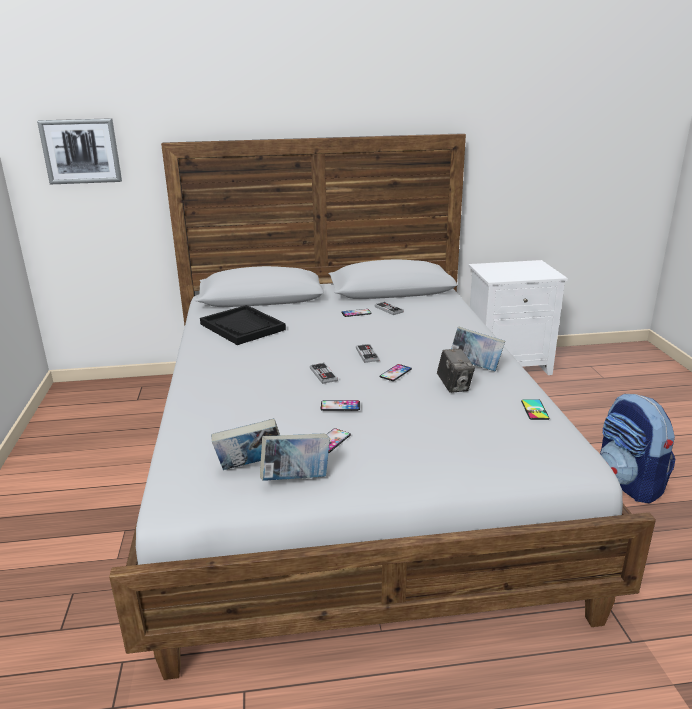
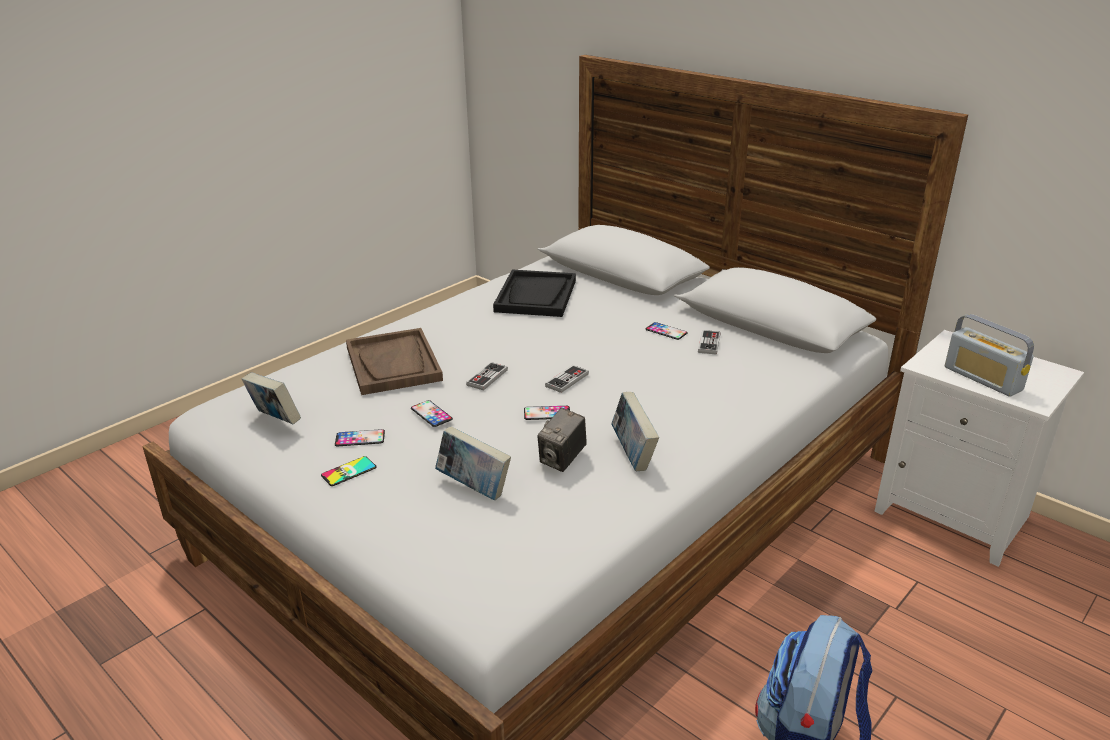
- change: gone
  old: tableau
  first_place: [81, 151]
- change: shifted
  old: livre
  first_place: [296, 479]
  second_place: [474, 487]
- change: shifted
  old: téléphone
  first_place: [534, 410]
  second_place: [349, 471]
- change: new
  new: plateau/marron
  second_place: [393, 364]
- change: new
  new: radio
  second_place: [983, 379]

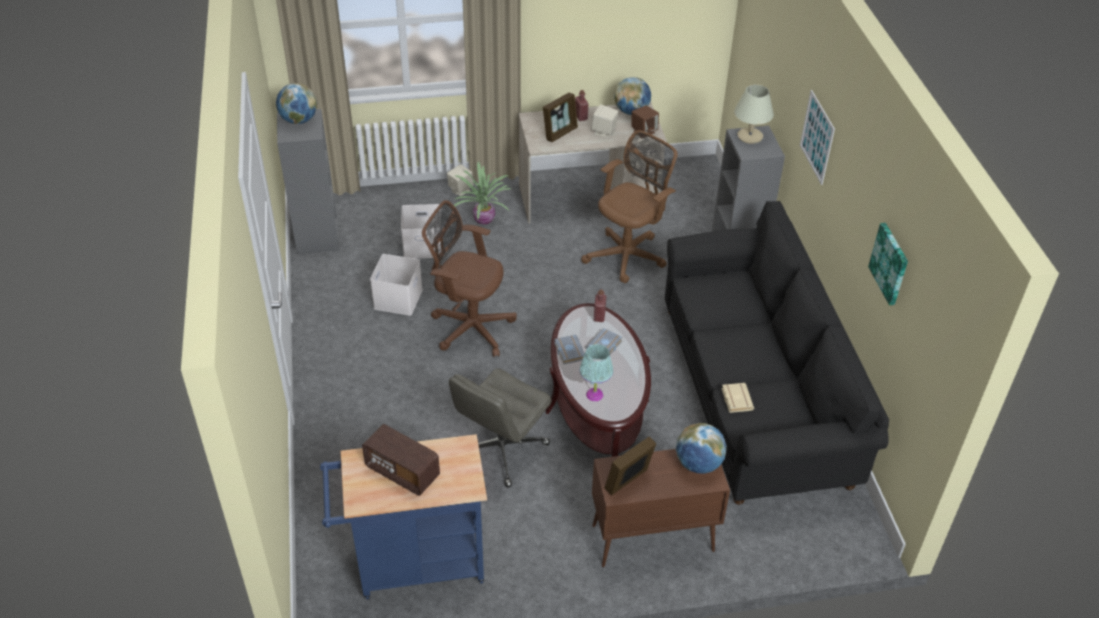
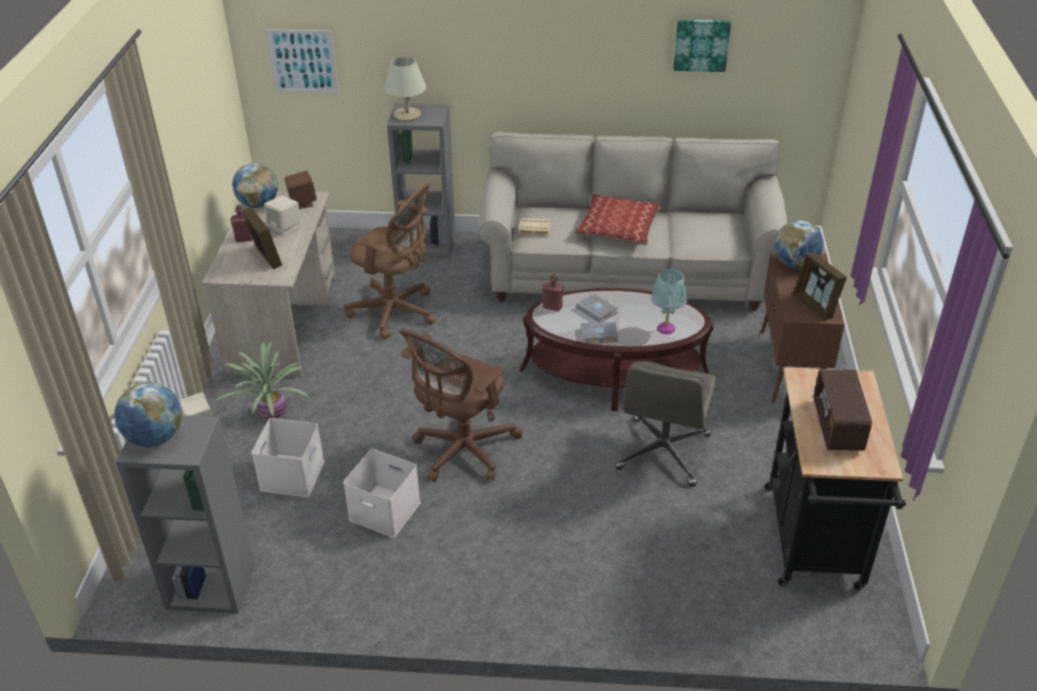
- change: repainted
  old: chariot/bleu
  new: chariot/noir
  first_place: [412, 564]
  second_place: [814, 545]
- change: rotated
  old: radio
  first_place: [402, 472]
  second_place: [837, 426]
  degrees: 135
- change: rotated
  old: chaise de bureau/gris
  first_place: [501, 451]
  second_place: [663, 453]
  degrees: 60
- change: rotated
  old: chaise de bureau/marron
  first_place: [628, 255]
  second_place: [396, 312]
  degrees: 150
- change: repainted
  old: canapé/noir
  new: canapé/beige
  first_place: [754, 396]
  second_place: [627, 274]
- change: shifted
  old: livre/beige
  first_place: [735, 399]
  second_place: [533, 230]
- change: shifted
  old: tableau
  first_place: [817, 137]
  second_place: [303, 61]
- change: new
  new: coussin
  second_place: [618, 228]

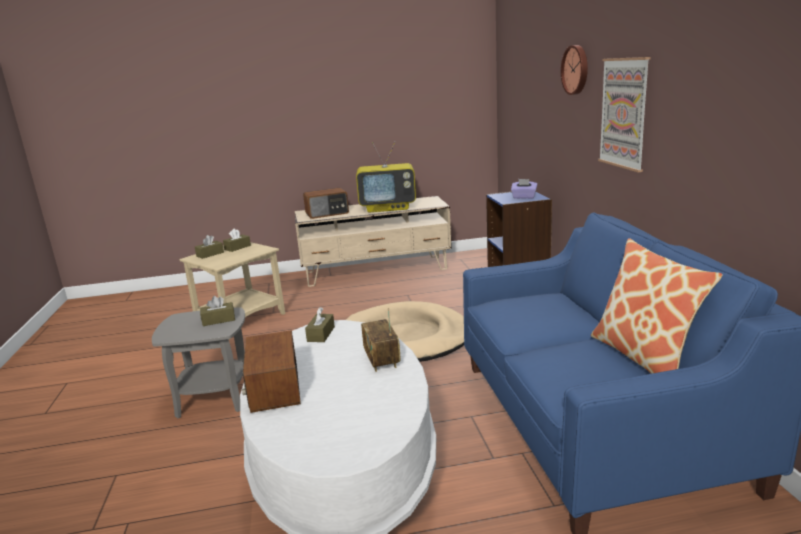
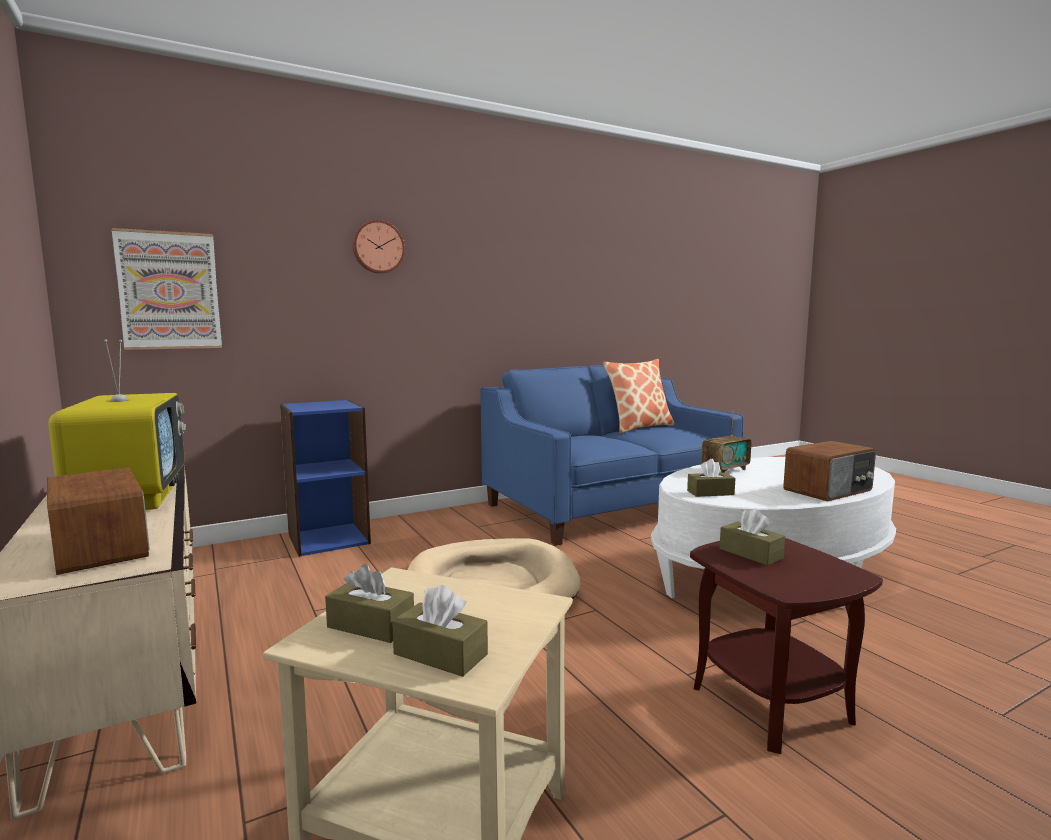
- change: repainted
  old: table d'appoint/gris
  new: table d'appoint/marron
  first_place: [214, 398]
  second_place: [771, 703]
- change: gone
  old: boîte à mouchoirs/violet
  first_place: [524, 197]
- change: shifted
  old: tableau
  first_place: [624, 113]
  second_place: [169, 291]

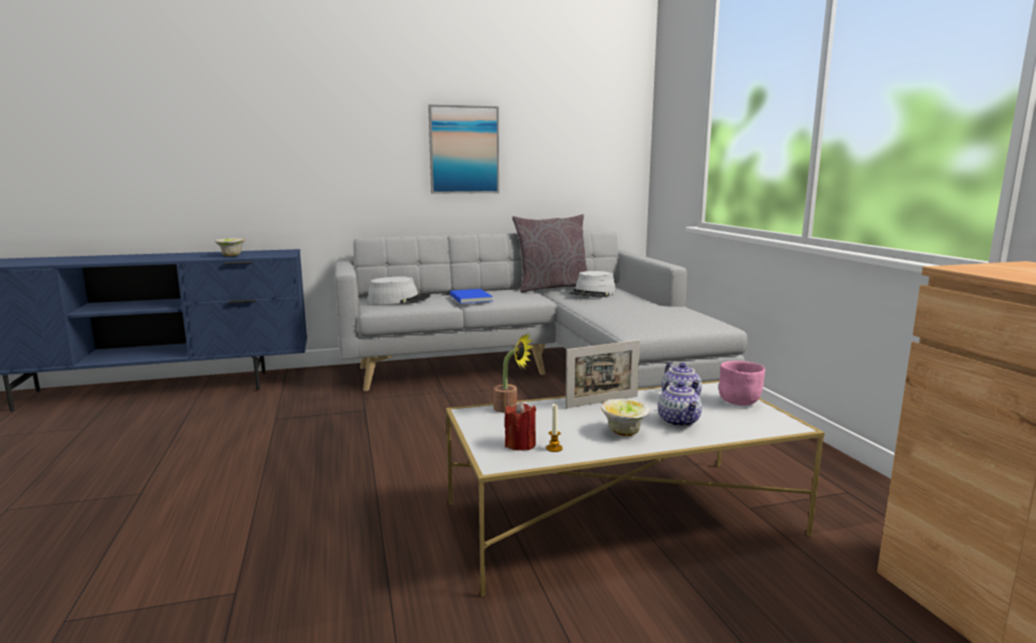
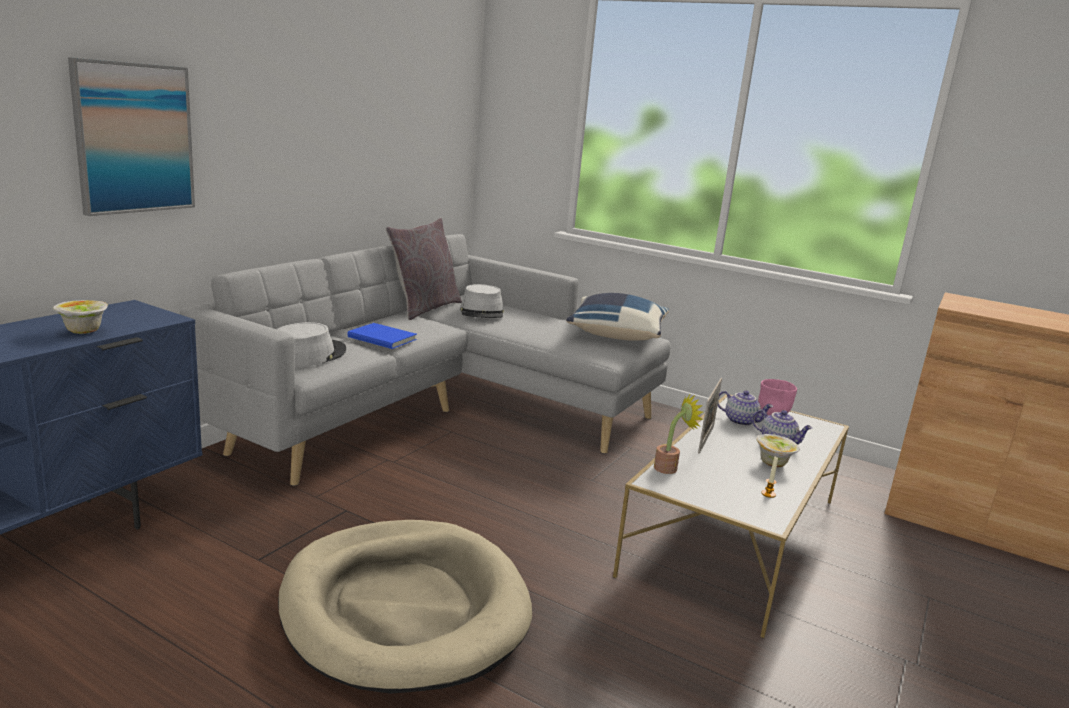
- change: shifted
  old: tableau
  first_place: [464, 150]
  second_place: [134, 138]
- change: gone
  old: bougie/rouge
  first_place: [520, 444]
- change: new
  new: panier pour chien/beige
  second_place: [404, 608]
- change: new
  new: coussin/bleu
  second_place: [616, 335]

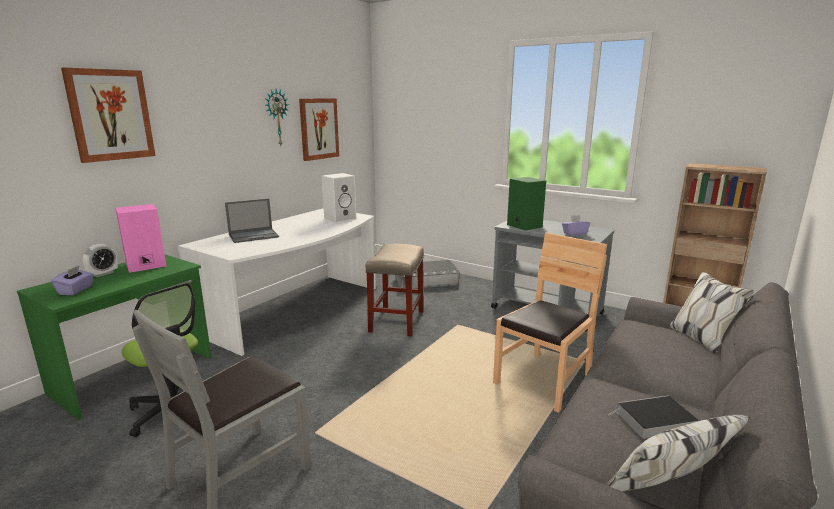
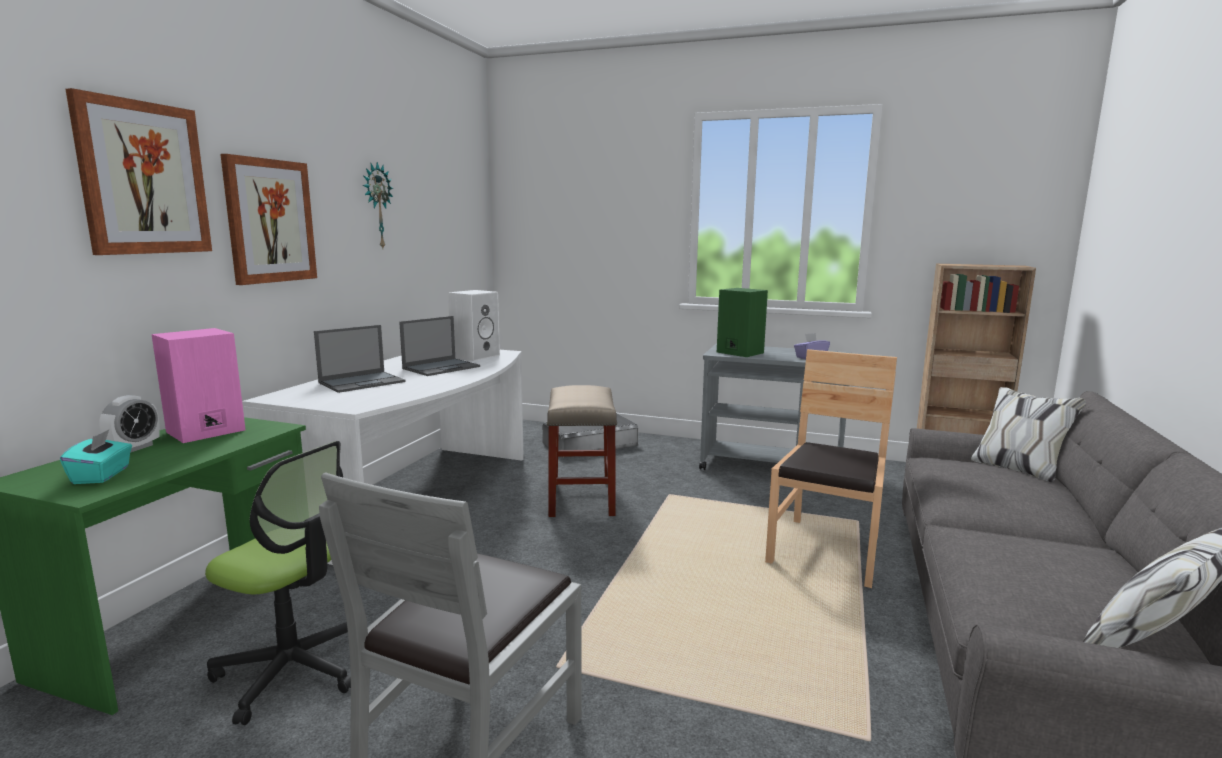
- change: repainted
  old: boîte à mouchoirs/violet
  new: boîte à mouchoirs/turquoise
  first_place: [76, 290]
  second_place: [102, 475]
- change: shifted
  old: tableau
  first_place: [319, 129]
  second_place: [270, 221]
- change: gone
  old: livre
  first_place: [653, 421]
- change: new
  new: ordinateur portable
  second_place: [442, 367]

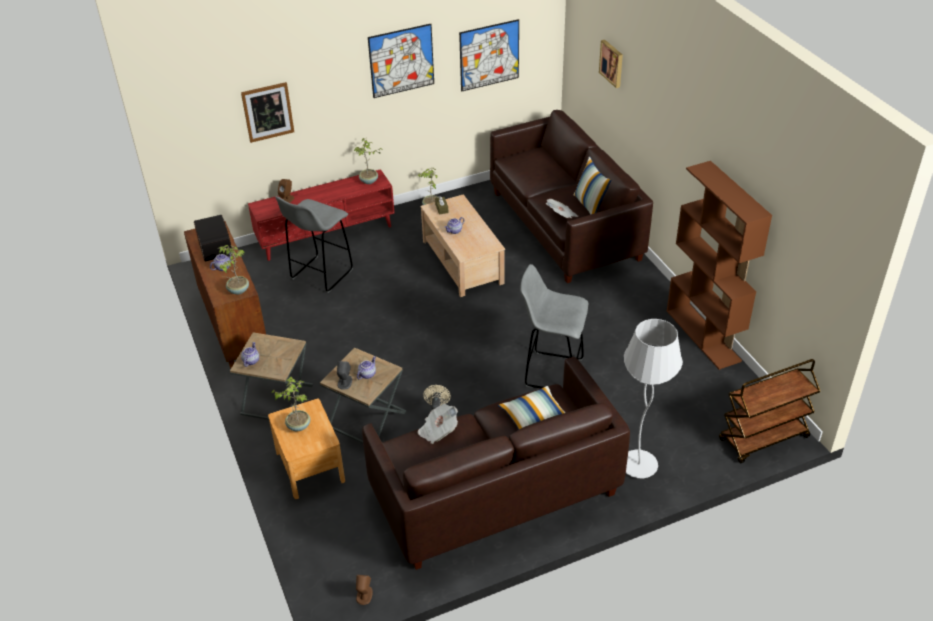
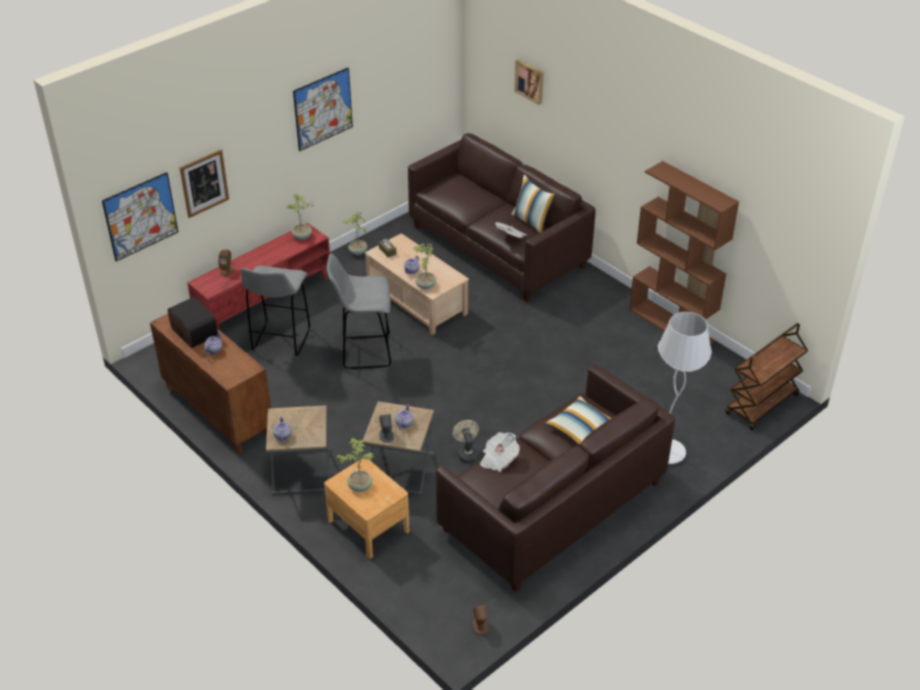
- change: shifted
  old: plante en pot
  first_place: [238, 290]
  second_place: [425, 285]
- change: shifted
  old: tableau
  first_place: [489, 55]
  second_place: [141, 216]
- change: shifted
  old: tabouret/gris
  first_place: [551, 372]
  second_place: [364, 352]

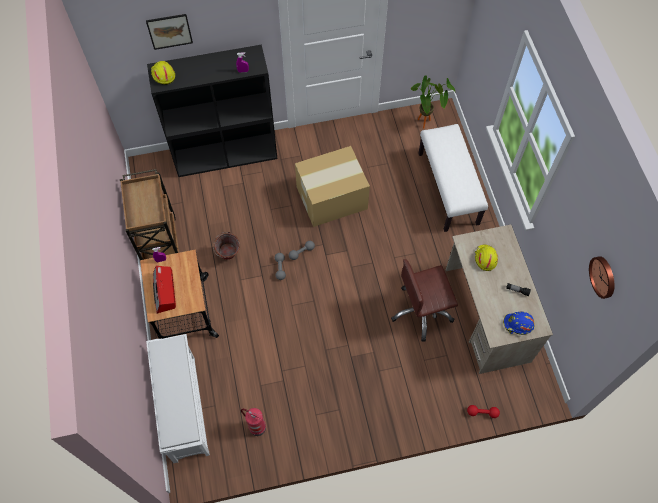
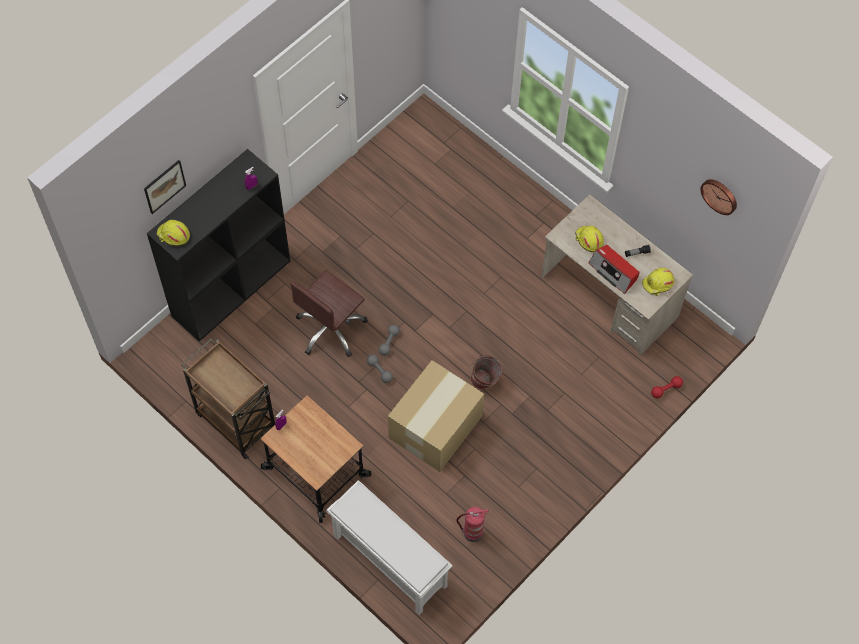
- change: shifted
  old: radio
  first_place: [164, 291]
  second_place: [614, 272]
- change: shifted
  old: seau
  first_place: [229, 256]
  second_place: [485, 383]
- change: shifted
  old: carton
  first_place: [332, 198]
  second_place: [436, 426]
- change: shifted
  old: chaise de bureau/marron
  first_place: [422, 311]
  second_place: [331, 329]
- change: gone
  old: plante en pot
  first_place: [426, 124]
- change: gone
  old: banc/blanc
  first_place: [448, 188]
- change: repainted
  old: casque de chantier/bleu
  new: casque de chantier/jaune
  first_place: [518, 325]
  second_place: [658, 284]

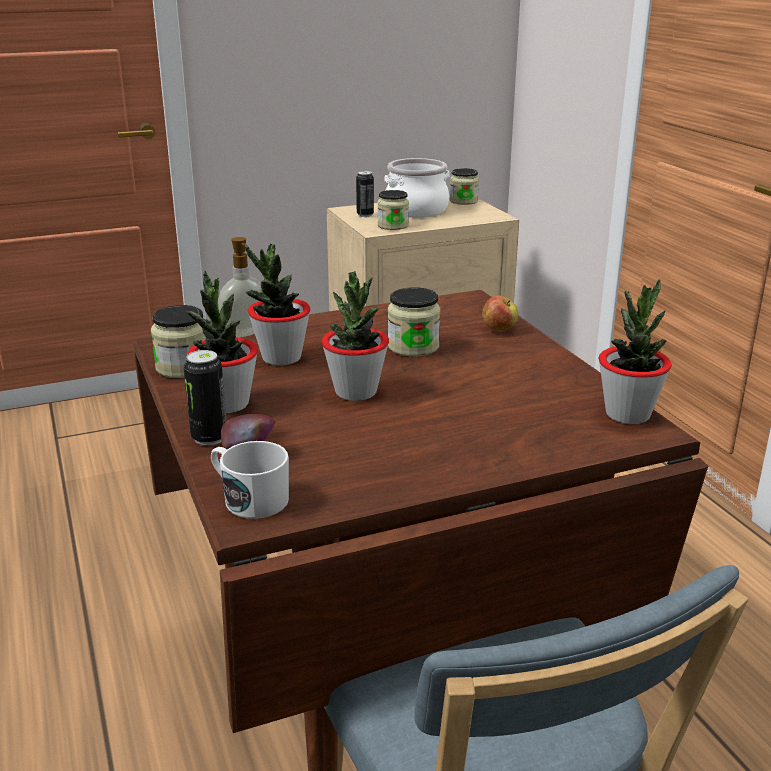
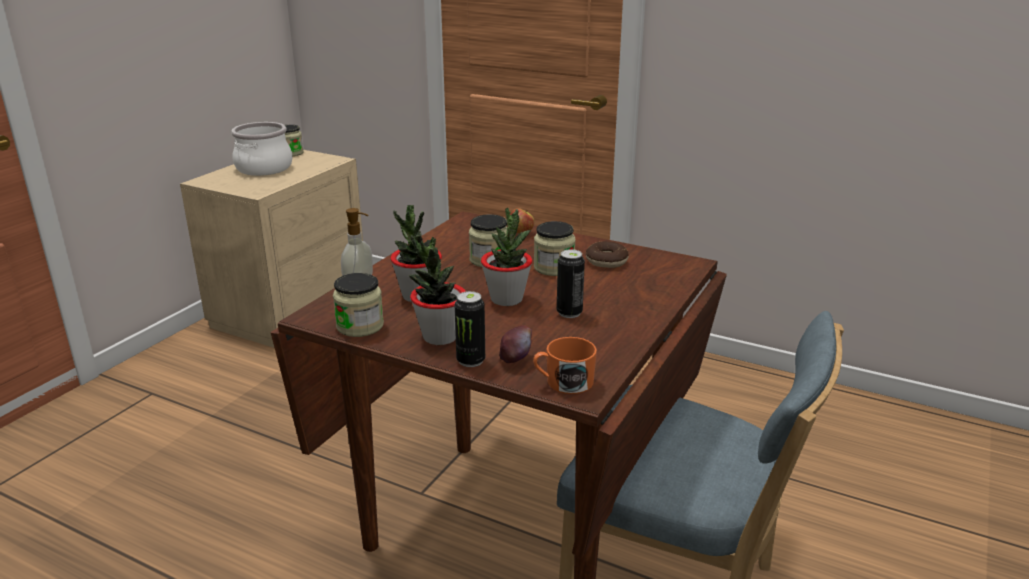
- change: repainted
  old: mug/blanc
  new: mug/orange
  first_place: [249, 499]
  second_place: [563, 382]
- change: shifted
  old: boîte métallique
  first_place: [365, 215]
  second_place: [569, 313]
- change: shifted
  old: bocal
  first_place: [393, 226]
  second_place: [554, 268]
- change: gone
  old: plante en pot
  first_place: [627, 414]
- change: new
  new: beignet
  second_place: [606, 261]

